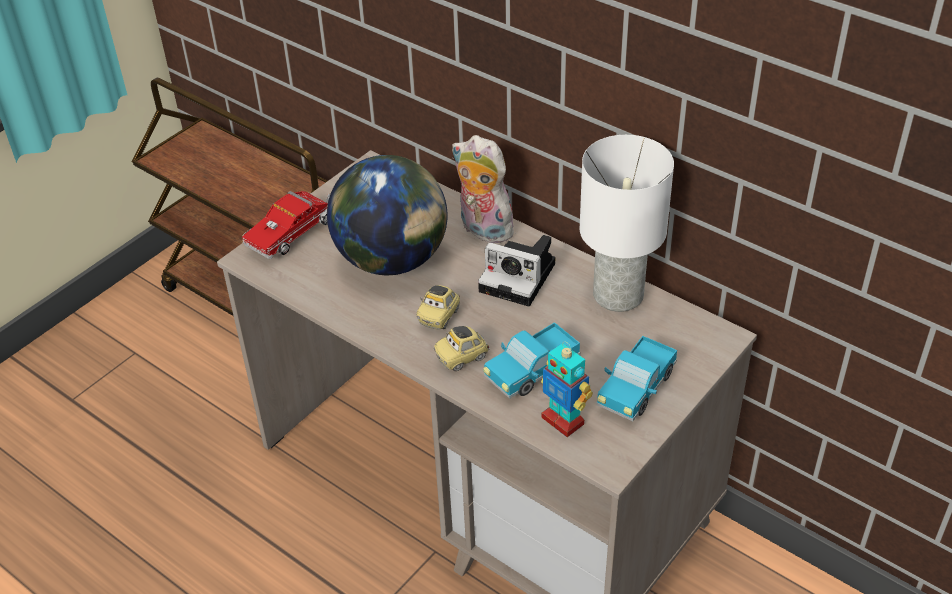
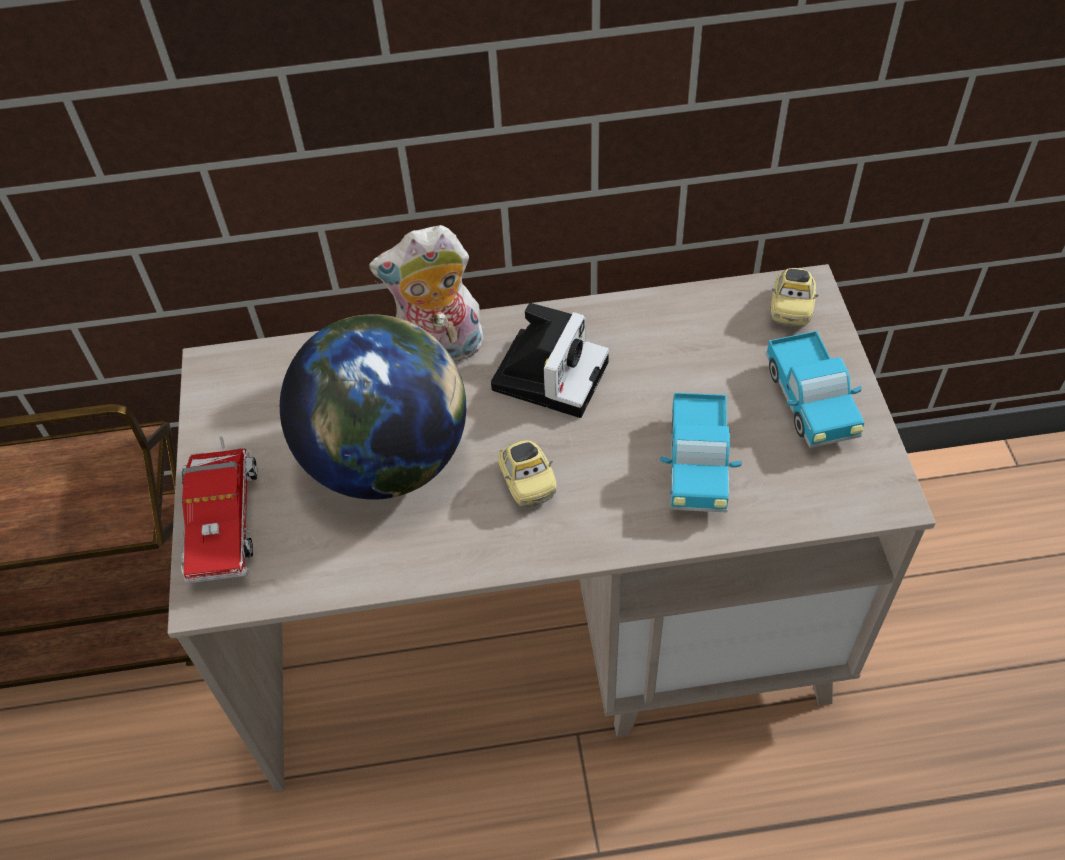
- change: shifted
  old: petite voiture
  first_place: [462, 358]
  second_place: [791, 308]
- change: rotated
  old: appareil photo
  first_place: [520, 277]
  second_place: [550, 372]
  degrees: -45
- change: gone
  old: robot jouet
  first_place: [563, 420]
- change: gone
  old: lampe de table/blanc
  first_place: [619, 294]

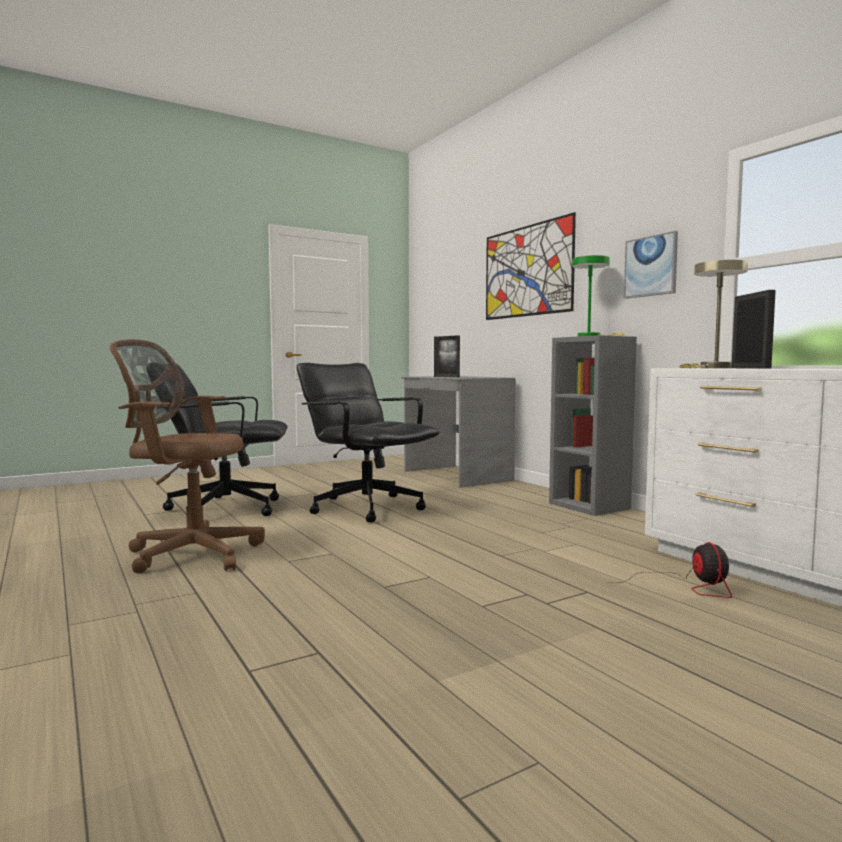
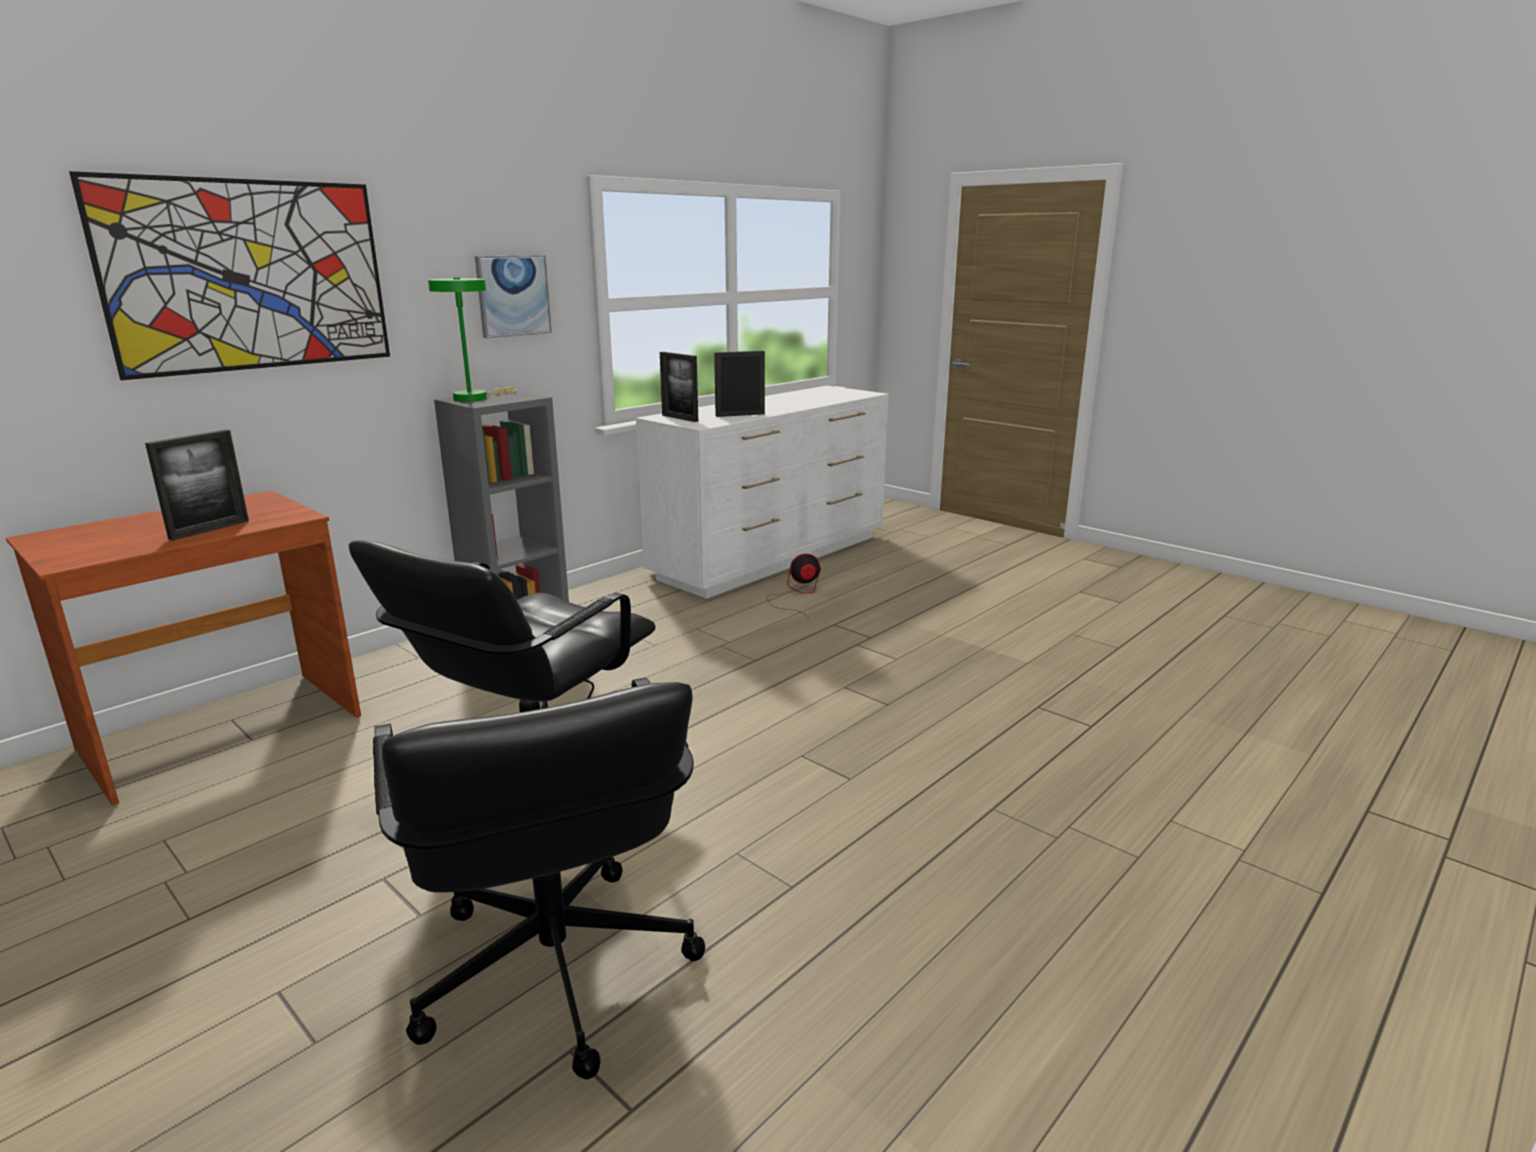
- change: gone
  old: chaise de bureau/marron
  first_place: [189, 553]
- change: repainted
  old: bureau/gris
  new: bureau/marron
  first_place: [455, 476]
  second_place: [223, 733]
- change: swapped
  old: lampe de table/beige
  new: cadre photo
  first_place: [712, 368]
  second_place: [680, 418]

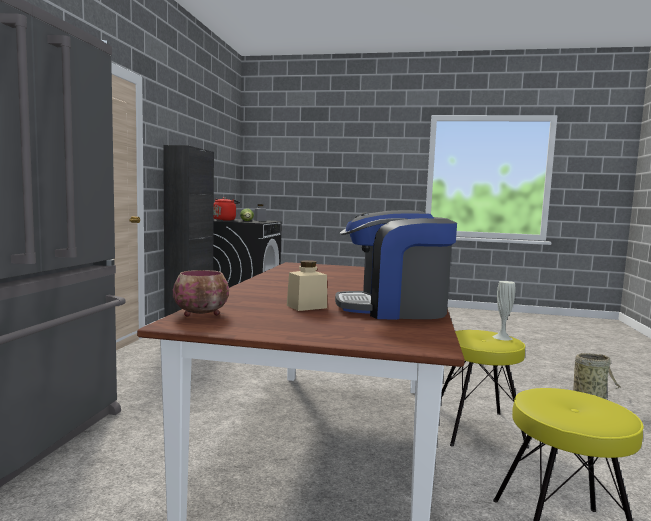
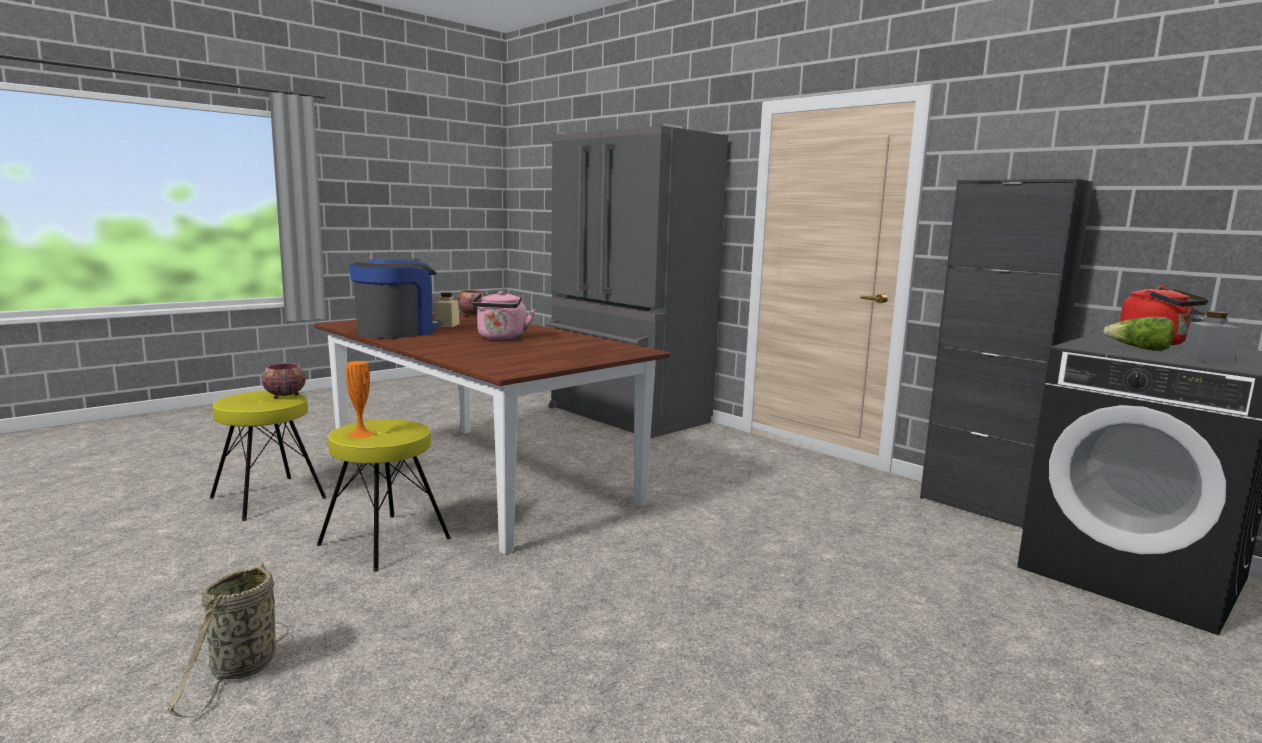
- change: repainted
  old: vase/blanc
  new: vase/orange
  first_place: [502, 337]
  second_place: [360, 434]
- change: new
  new: bol
  second_place: [284, 396]
- change: new
  new: bouilloire/rose
  second_place: [501, 338]

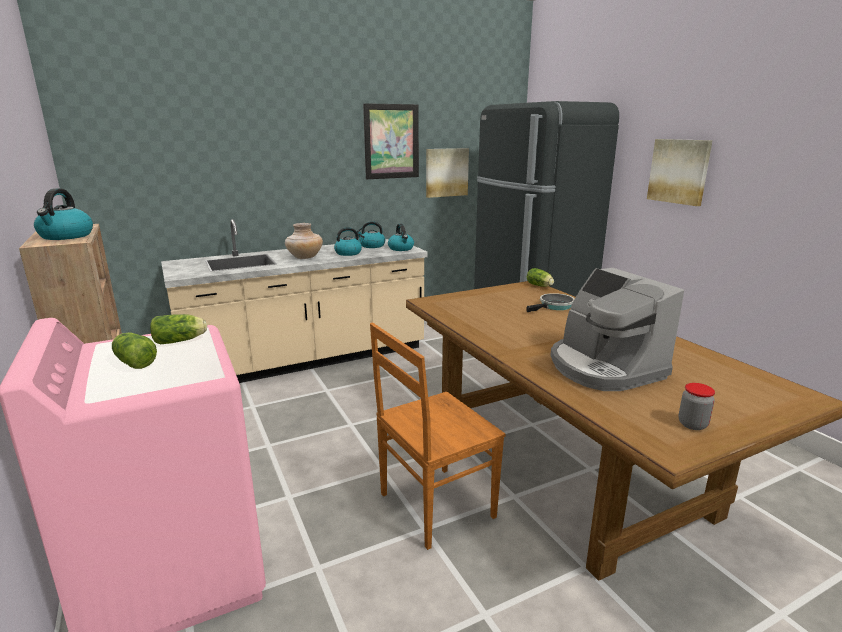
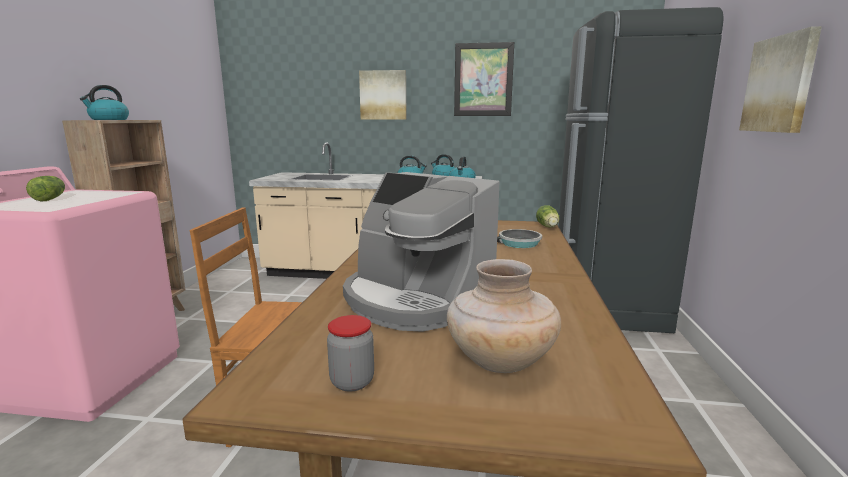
- change: gone
  old: laitue
  first_place: [181, 341]
- change: shifted
  old: vase/beige
  first_place: [304, 257]
  second_place: [500, 361]
- change: shifted
  old: tableau
  first_place: [446, 172]
  second_place: [383, 95]
- change: rotated
  old: machine à café
  first_place: [603, 367]
  second_place: [415, 300]
  degrees: -60

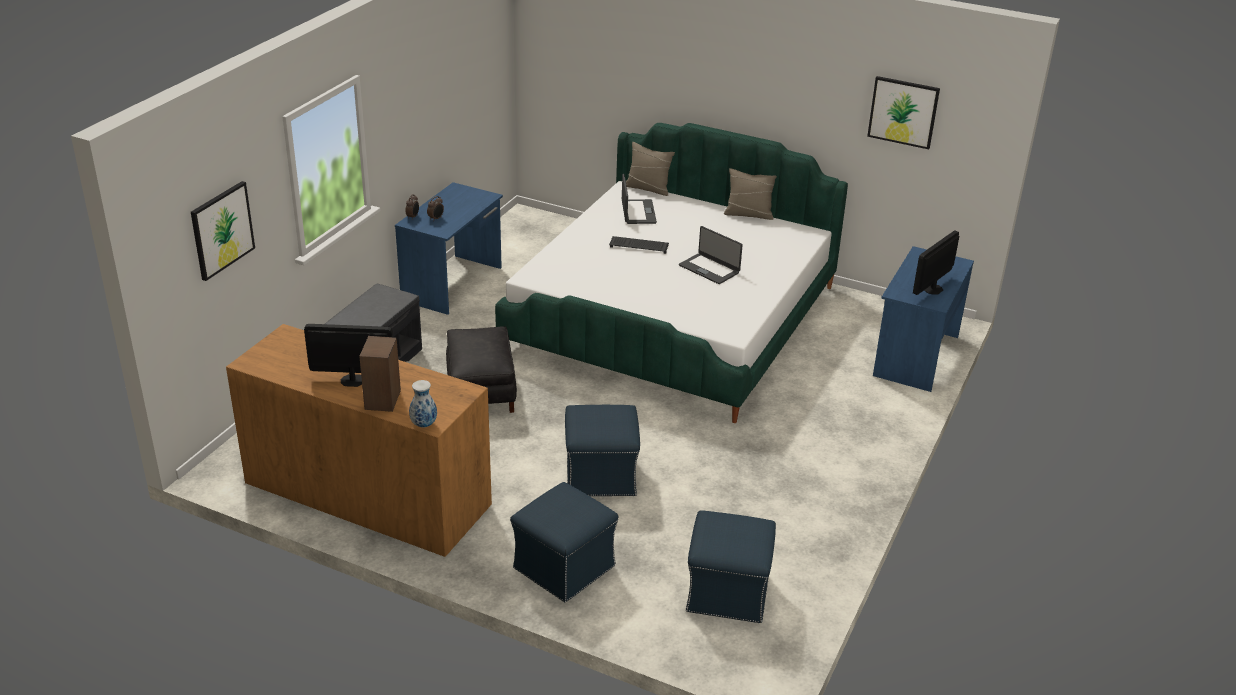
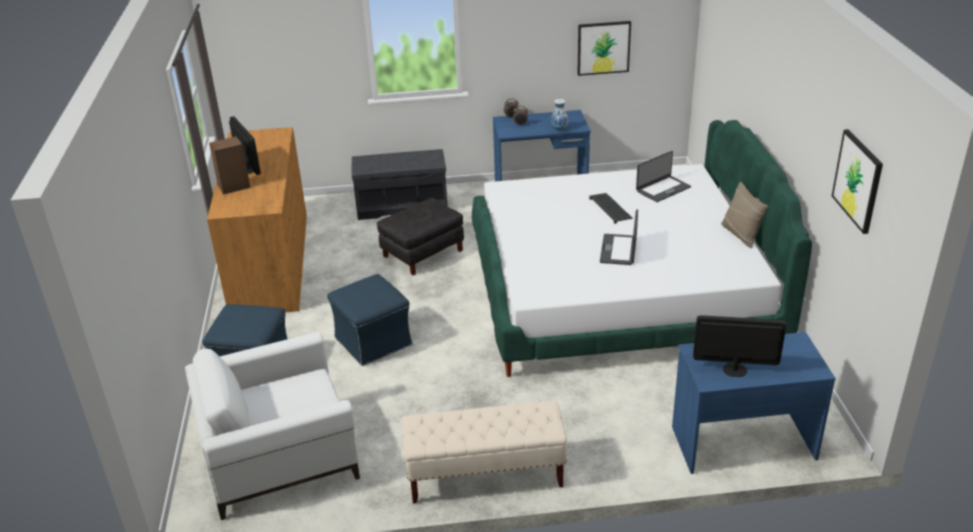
- change: shifted
  old: tableau
  first_place: [222, 230]
  second_place: [603, 47]
- change: shifted
  old: vase
  first_place: [423, 424]
  second_place: [559, 129]
- change: gone
  old: coussin/beige
  first_place: [648, 188]
- change: swapped
  old: pouf/bleu
  new: fauteuil/blanc
  first_place: [726, 592]
  second_place: [280, 456]
- change: new
  new: banc/beige
  second_place: [485, 476]

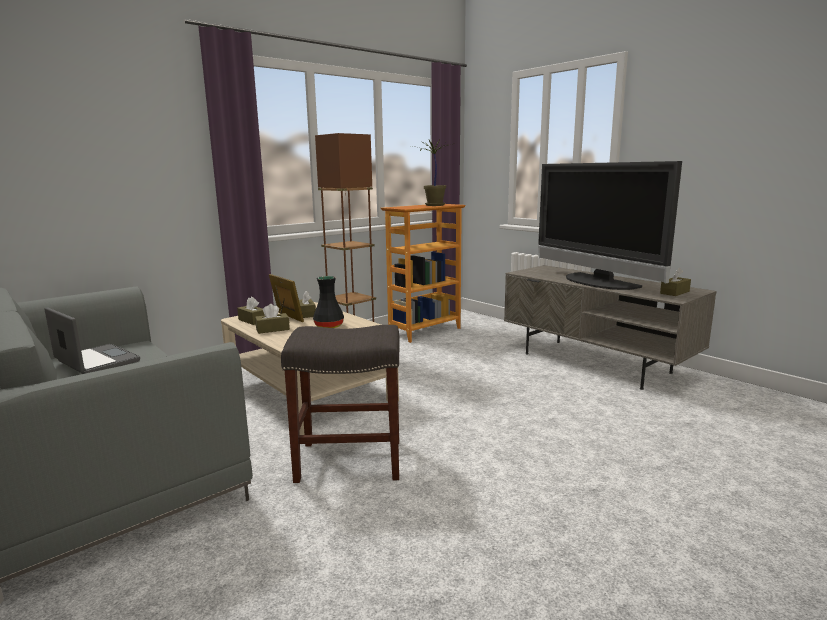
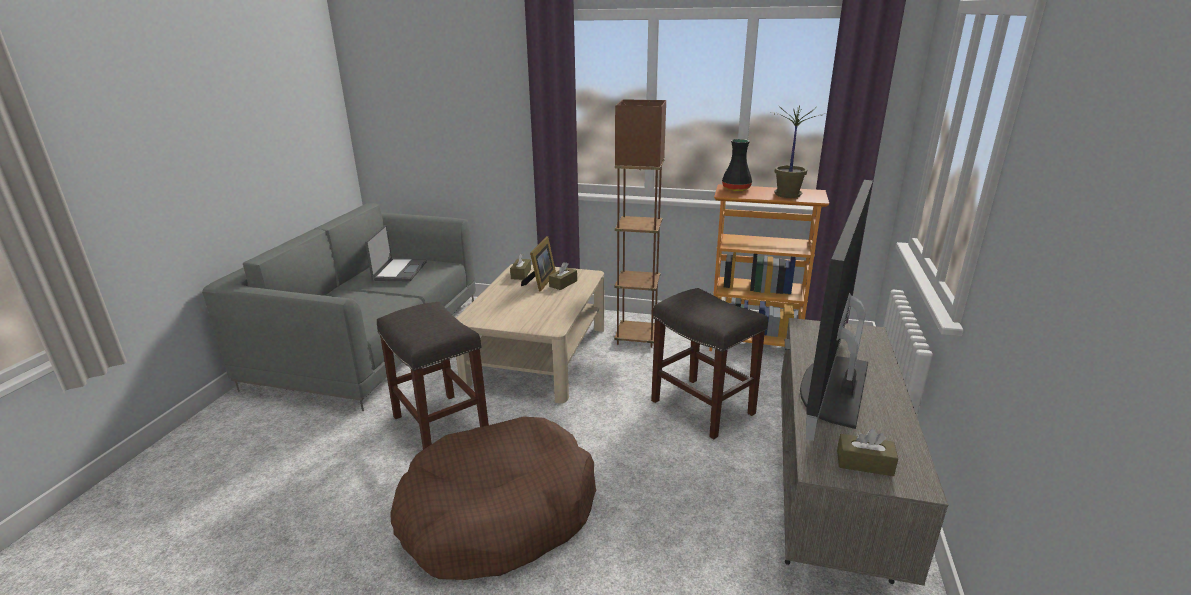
- change: gone
  old: boîte à mouchoirs/marron
  first_place: [272, 329]
- change: shifted
  old: vase/noir
  first_place: [329, 326]
  second_place: [737, 189]
- change: new
  new: panier pour chien/marron
  second_place: [498, 514]
- change: new
  new: tabouret/gris
  second_place: [704, 407]

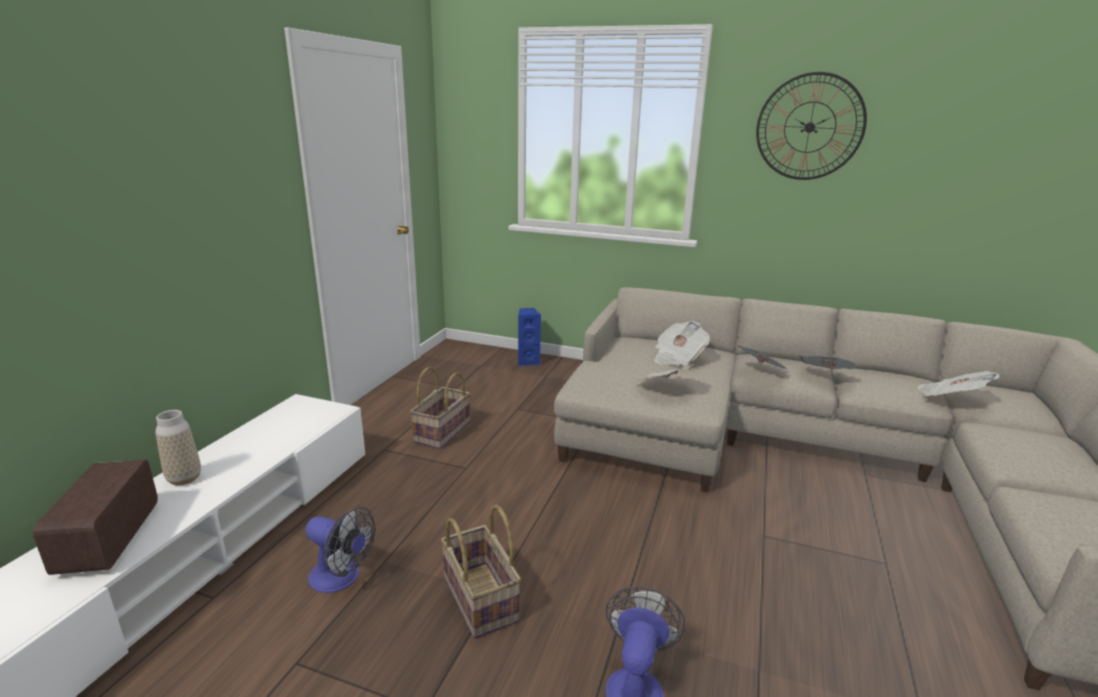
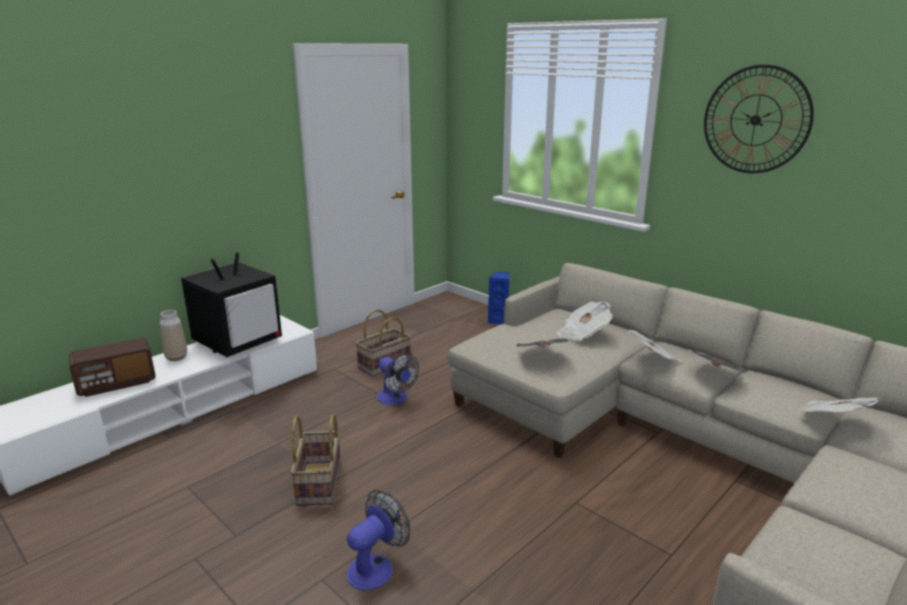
- change: rotated
  old: radio
  first_place: [110, 539]
  second_place: [117, 383]
  degrees: -135
- change: shifted
  old: ventilateur
  first_place: [341, 578]
  second_place: [395, 399]
- change: new
  new: téléviseur
  second_place: [238, 341]

